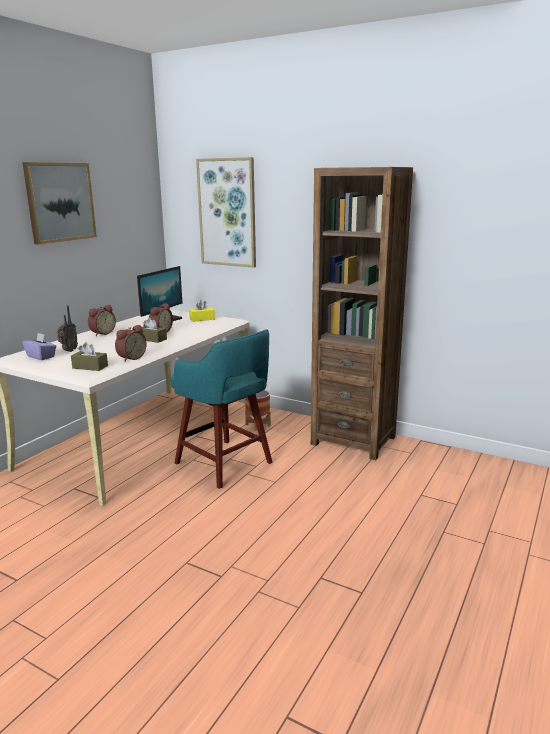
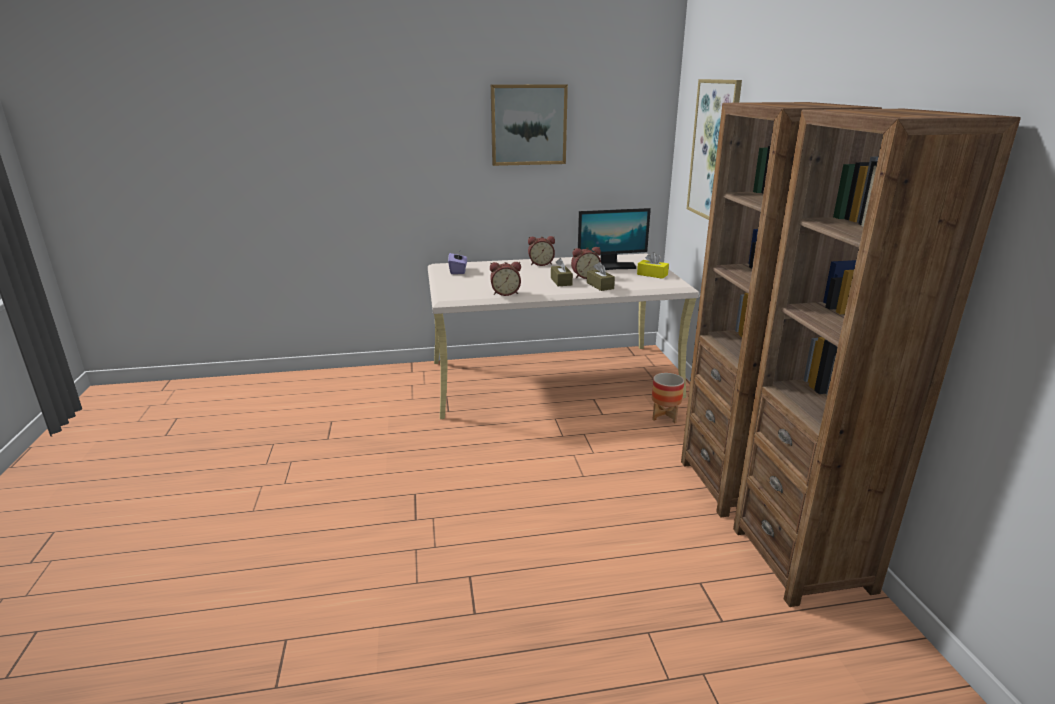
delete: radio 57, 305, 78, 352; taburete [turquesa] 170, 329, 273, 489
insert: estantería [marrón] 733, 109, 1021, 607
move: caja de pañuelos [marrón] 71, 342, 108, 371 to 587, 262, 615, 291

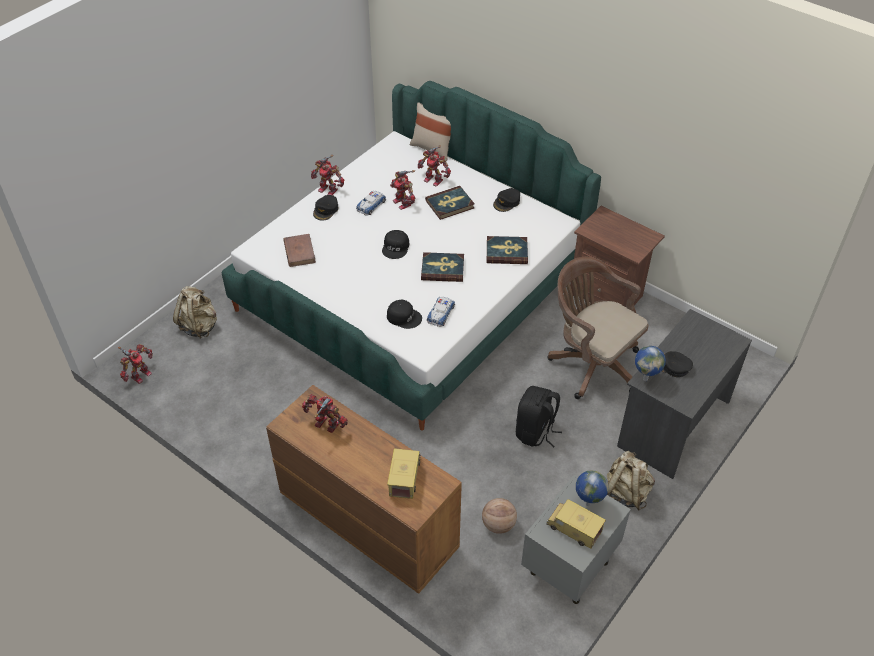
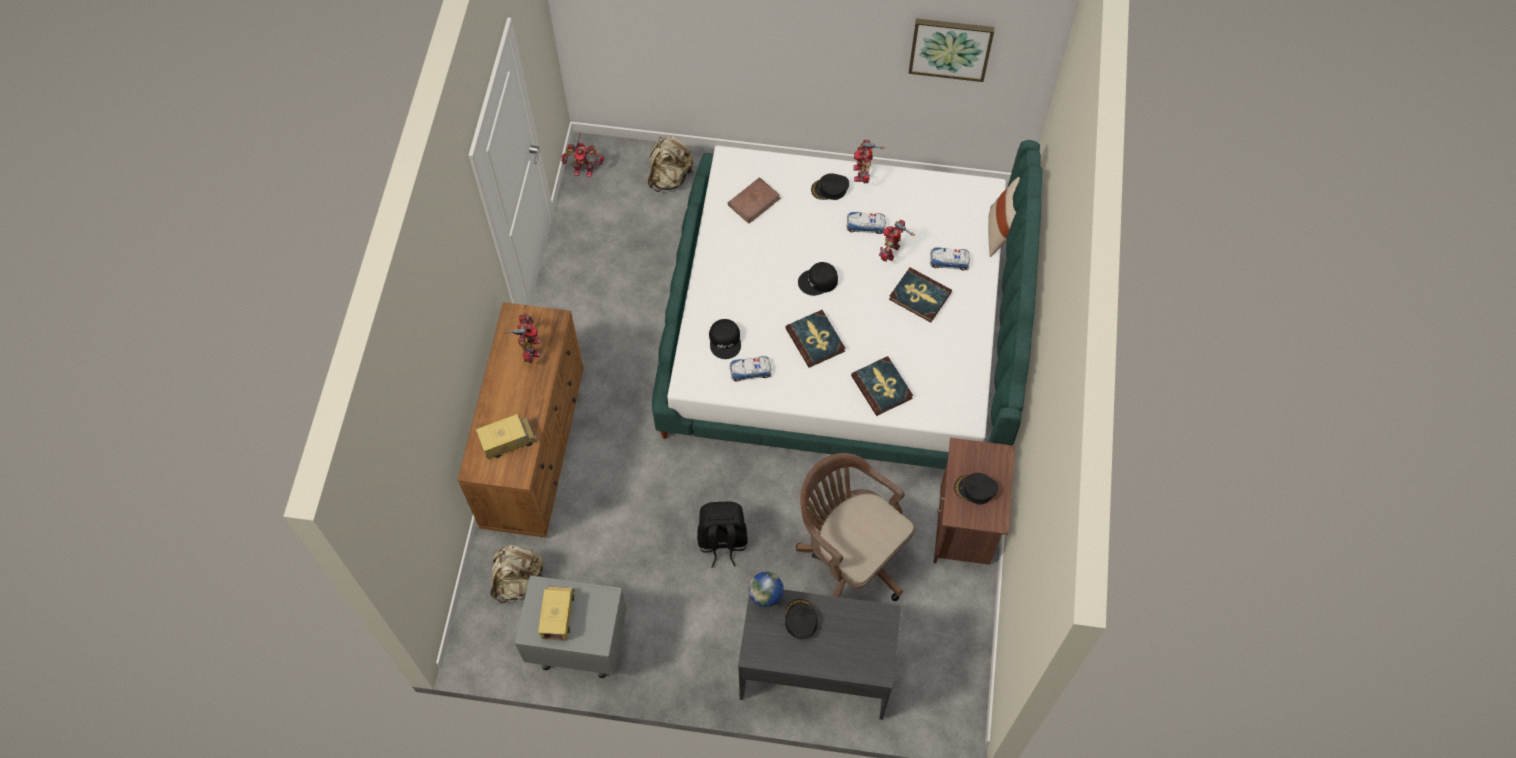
delete: globo terráqueo 576, 470, 609, 506; balón de baloncesto 482, 498, 517, 534
insert: cuadro 908, 19, 995, 82
move: gorra [negro] 493, 188, 520, 212 to 954, 473, 998, 504; mochila [beis] 607, 451, 655, 511 to 491, 545, 543, 603
replace: robot de juguete 418, 145, 451, 187 to coche de juguete 930, 247, 970, 270
rotate: silla de oficina [marrón] 547, 257, 648, 399 = 796, 453, 915, 601 60 degrees counterclockwise

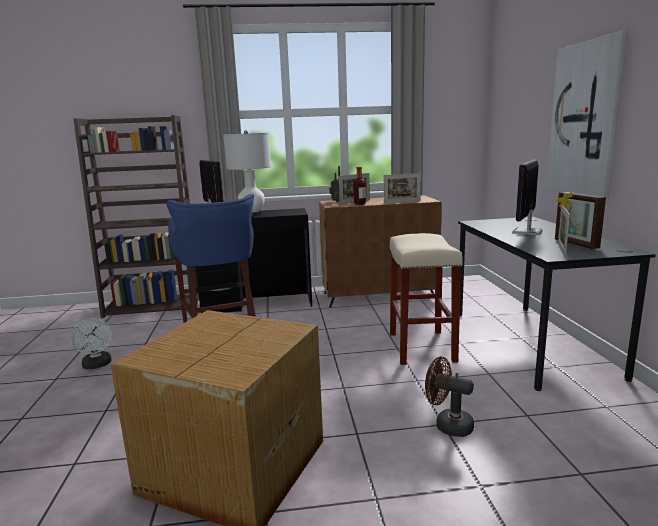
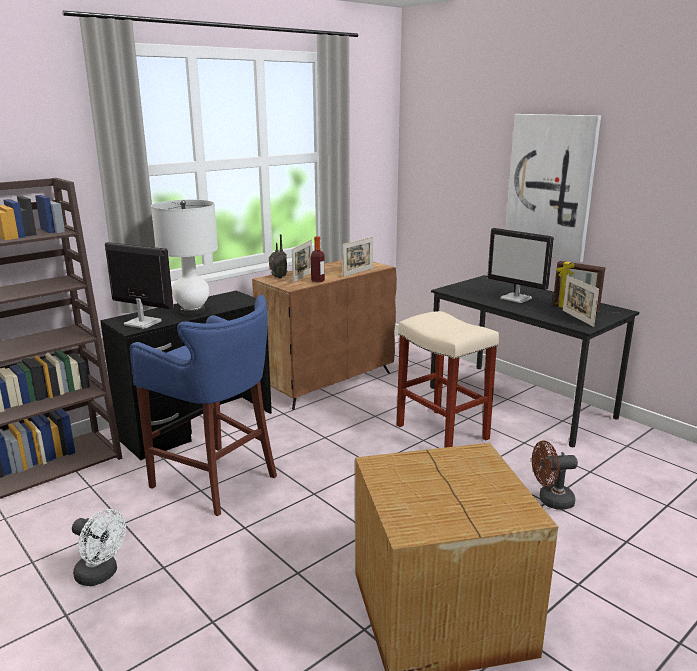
rotate: monitor 512, 160, 543, 235 = 488, 228, 554, 303 45 degrees counterclockwise

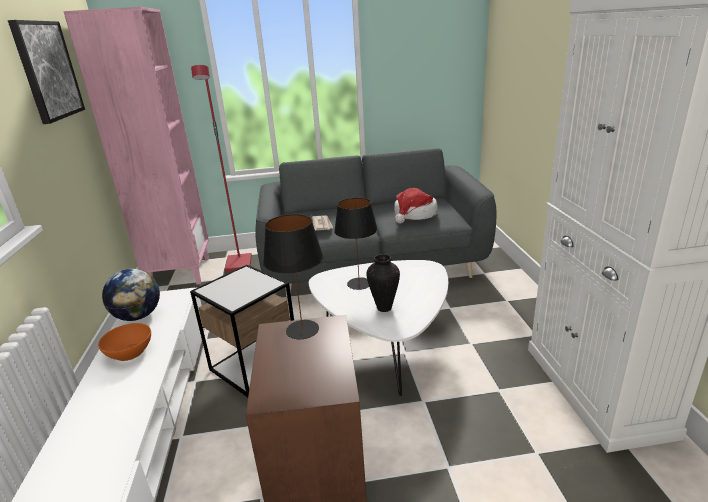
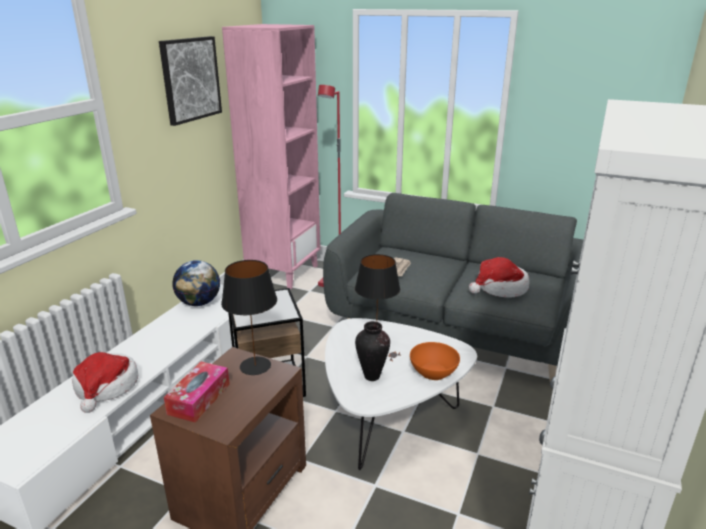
insert: sombrero 72, 352, 138, 413; caja de pañuelos 164, 362, 230, 422
move: cuenco [naranja] 98, 323, 151, 361 to 410, 342, 460, 380

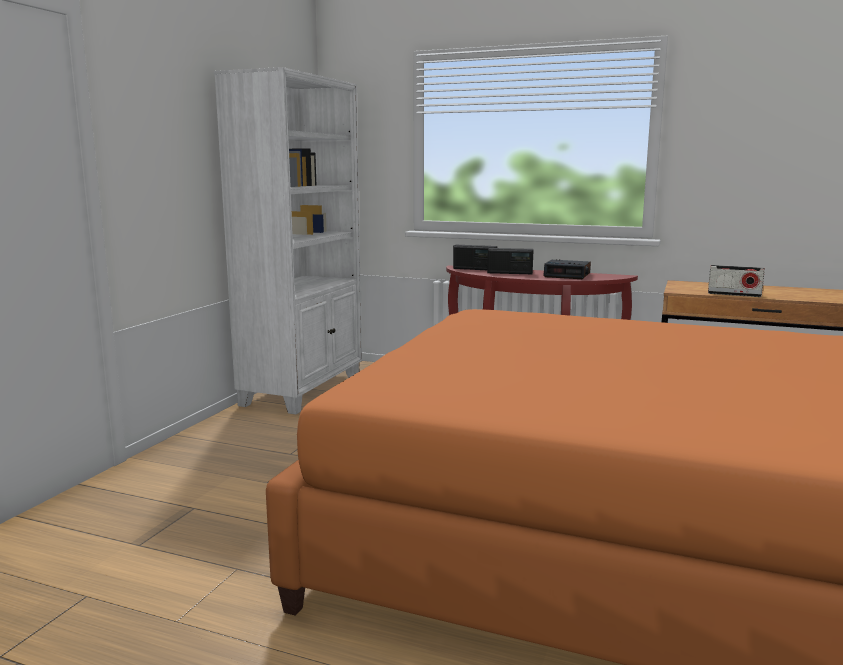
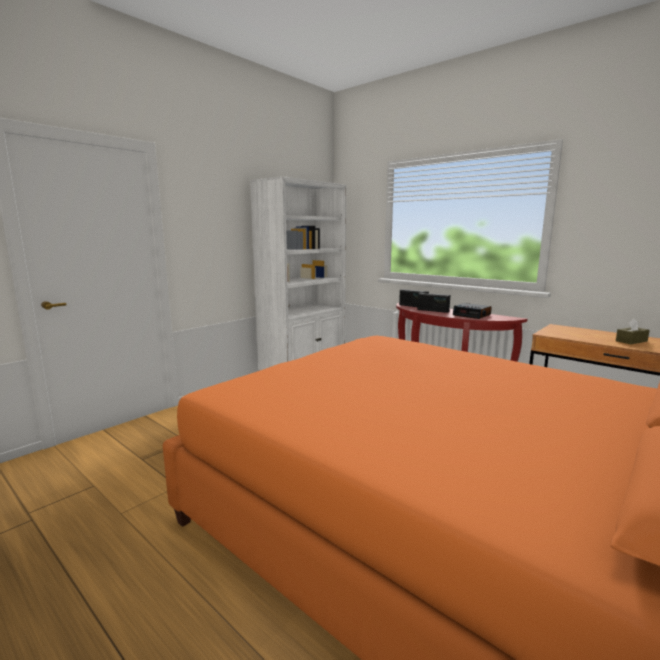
delete: radio 708, 265, 765, 297
insert: caja de pañuelos [marrón] 616, 318, 650, 344

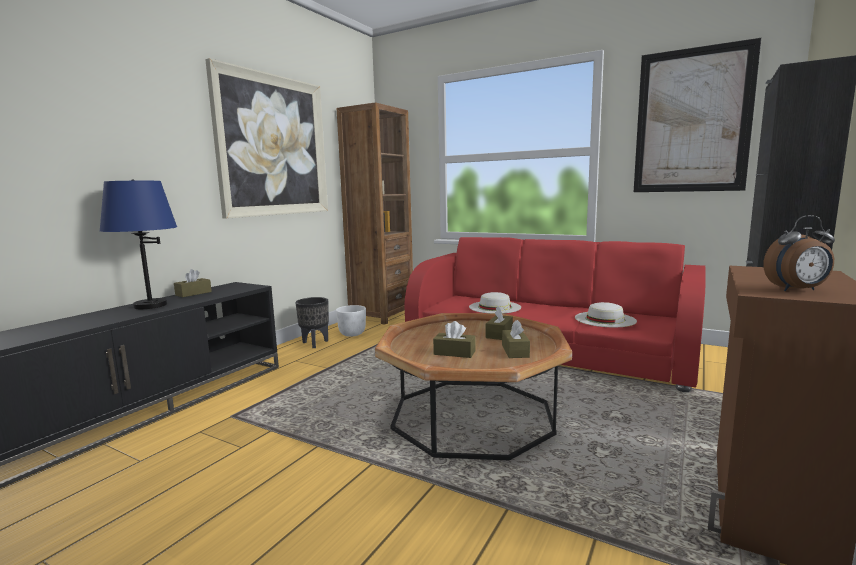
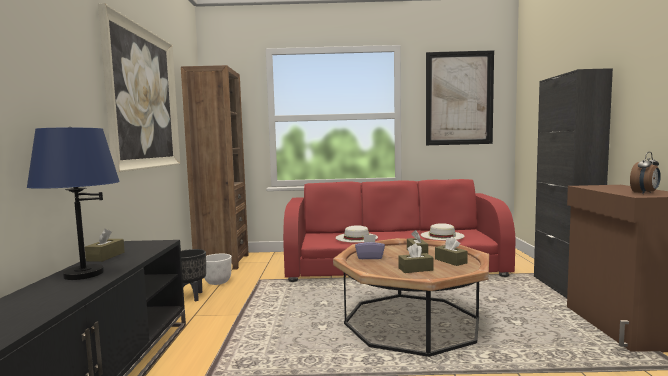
insert: caja de pañuelos [morado] 355, 235, 385, 259

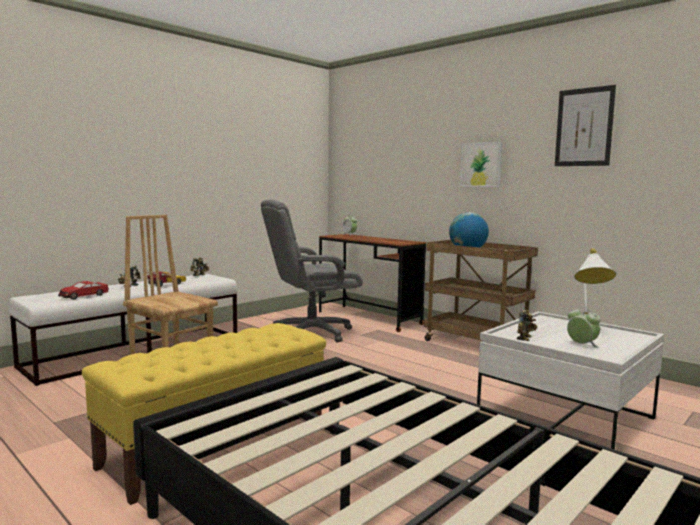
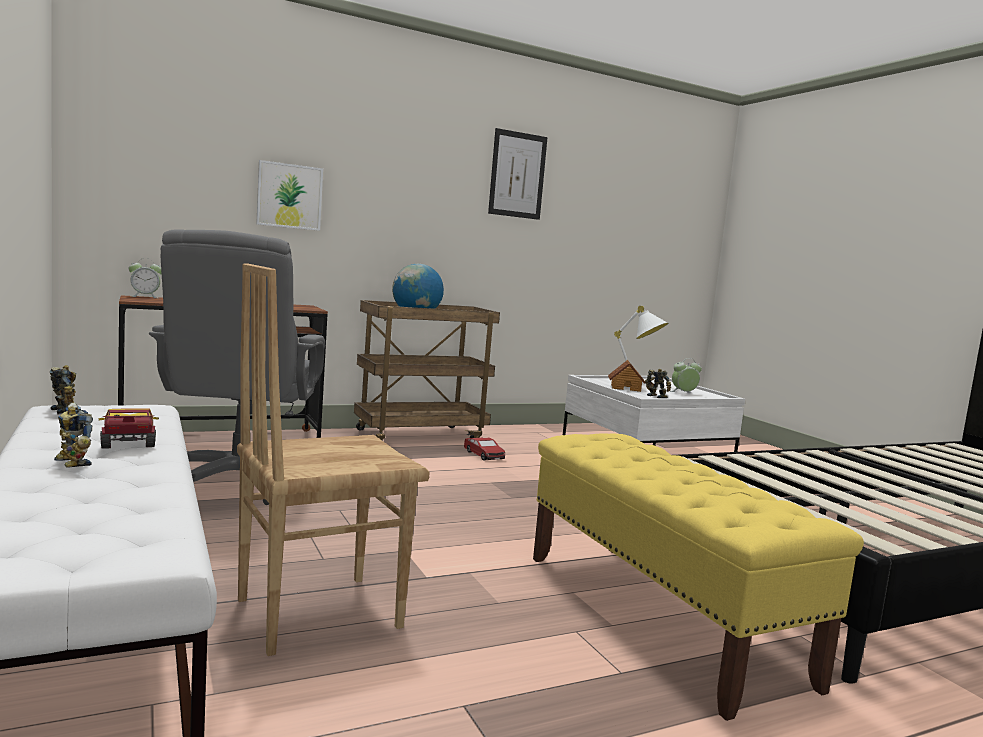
insert: casita 608, 360, 645, 392
move: cuadro 460, 142, 502, 187 to 256, 160, 323, 231; coche de juguete 58, 281, 109, 300 to 464, 438, 505, 460

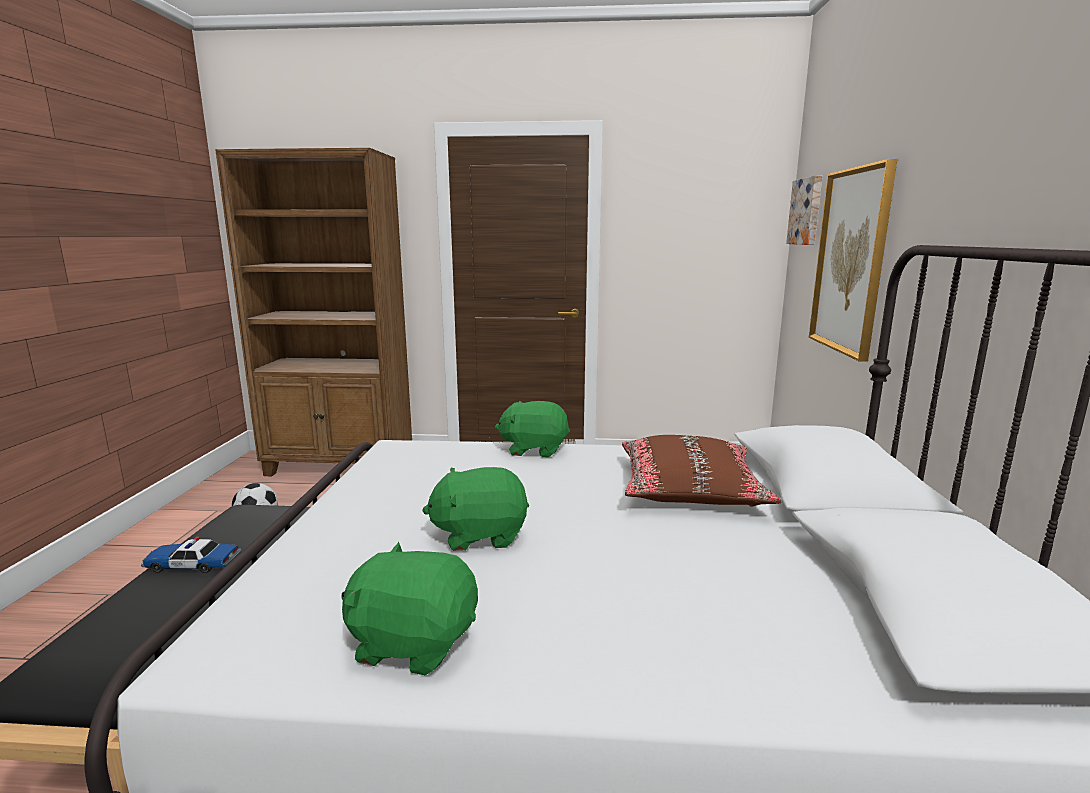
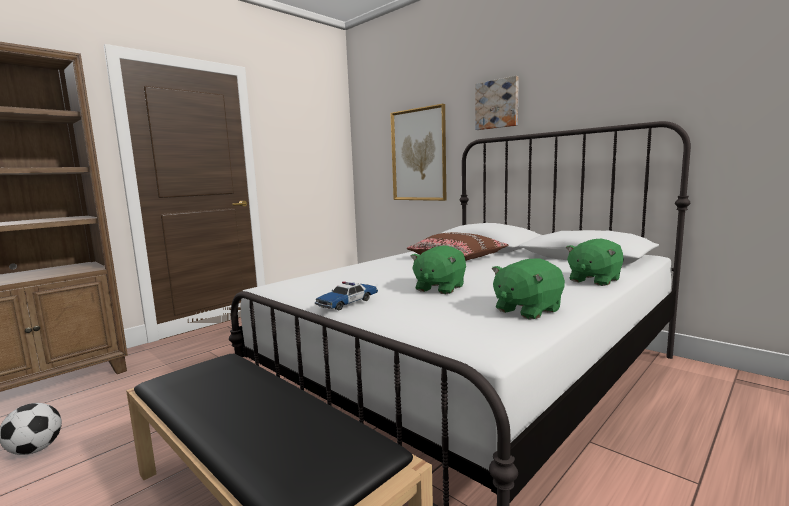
move: cuadro 786, 175, 822, 245 to 475, 76, 519, 130; peluche [verde] 495, 401, 570, 457 to 566, 239, 624, 286; coche de juguete 141, 537, 241, 573 to 315, 281, 378, 310

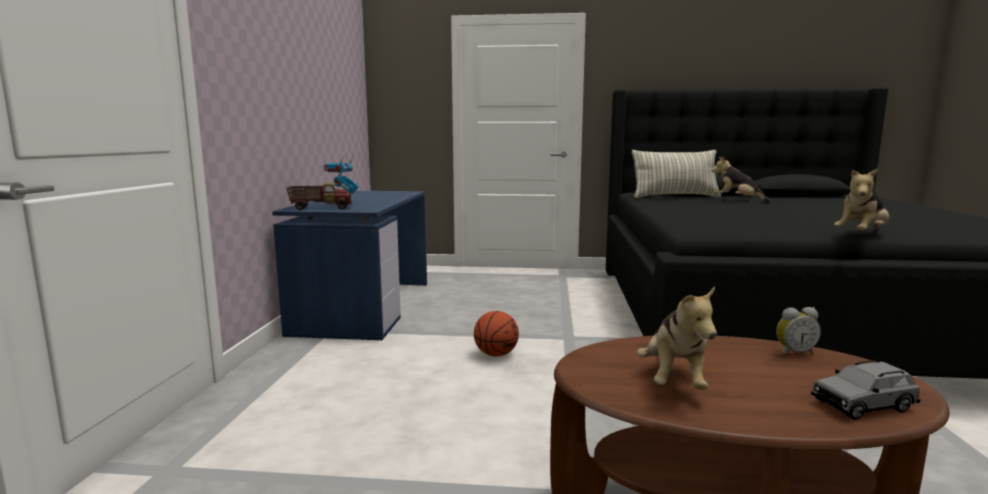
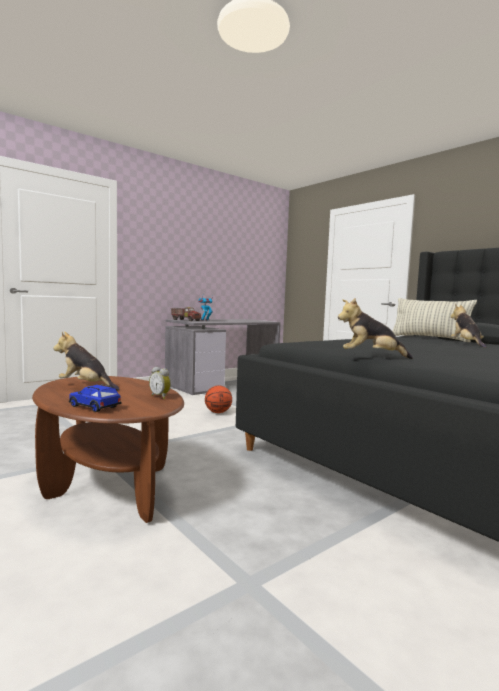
recolor: escritorio [azul] 272, 191, 427, 340 to escritorio [gris] 165, 319, 281, 395; coche de juguete [gris] 811, 360, 920, 420 to coche de juguete [azul] 69, 384, 122, 412
rotate: peluche 637, 287, 717, 390 = 53, 332, 119, 391 60 degrees clockwise

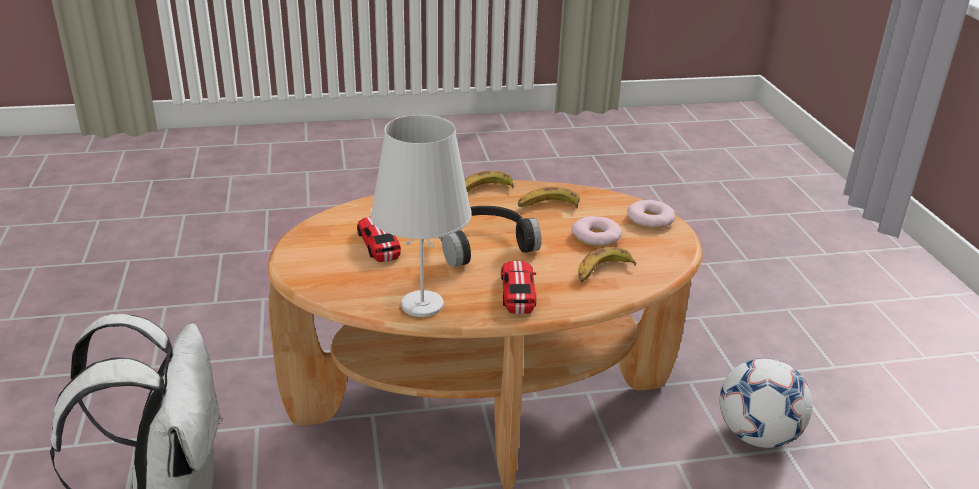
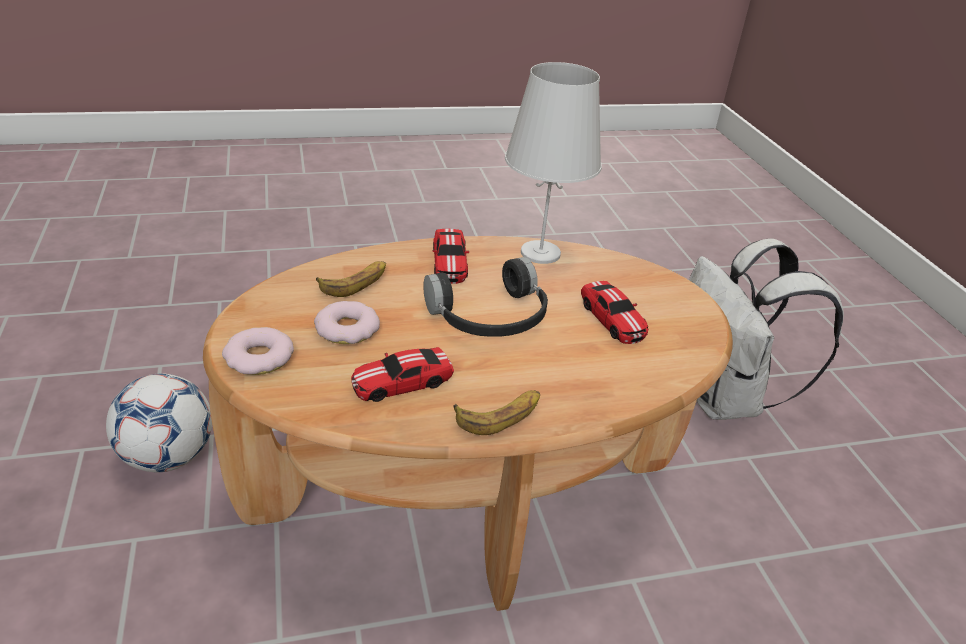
replace: plátano 518, 187, 580, 208 to coche de juguete 351, 347, 454, 402

